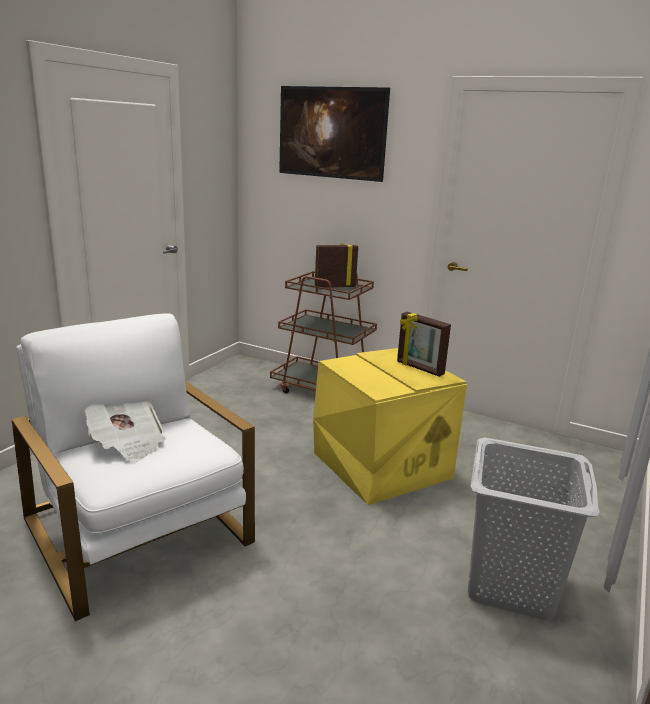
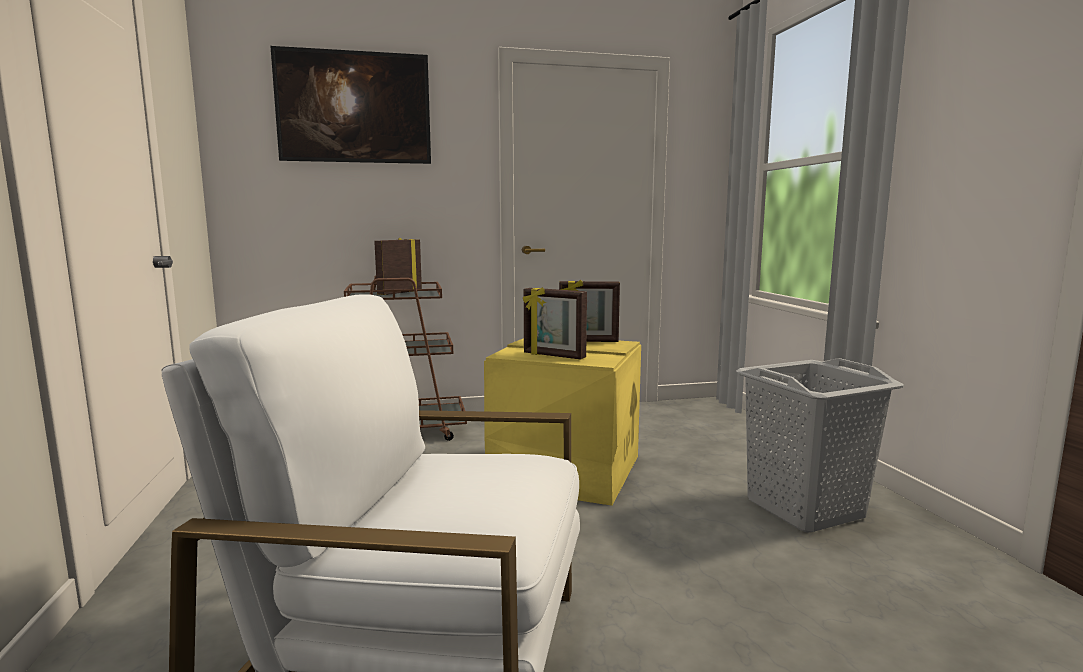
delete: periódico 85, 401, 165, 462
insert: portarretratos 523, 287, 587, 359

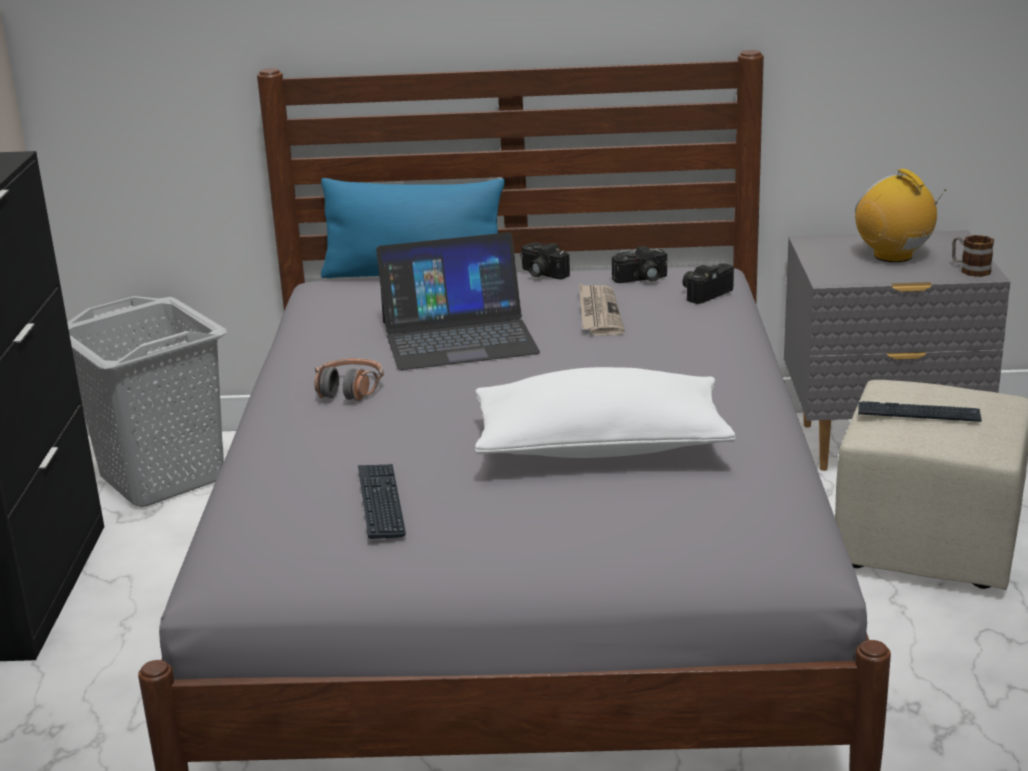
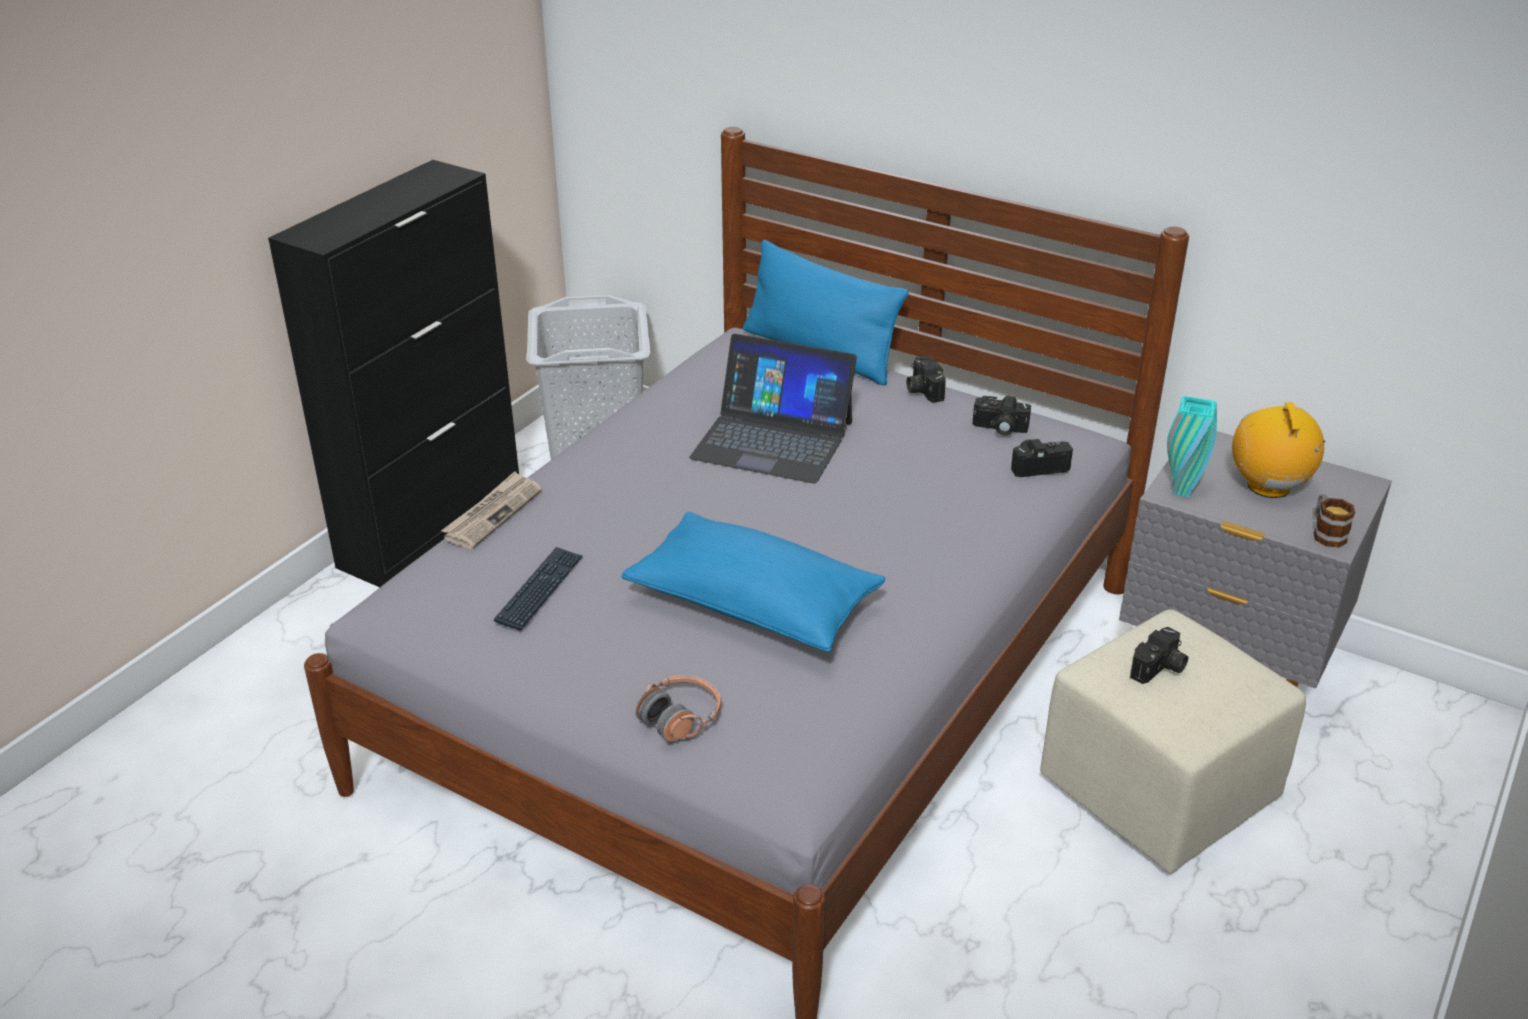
insert: florero [turquesa] 1167, 396, 1217, 497
move: periódico 579, 284, 625, 335 to 441, 471, 542, 549; auriculares 314, 358, 384, 401 to 635, 675, 721, 742
replace: teclado 858, 401, 982, 422 to cámara 1130, 627, 1188, 684
recolor: cojín [blanco] 475, 367, 736, 458 to cojín [azul] 622, 512, 886, 653

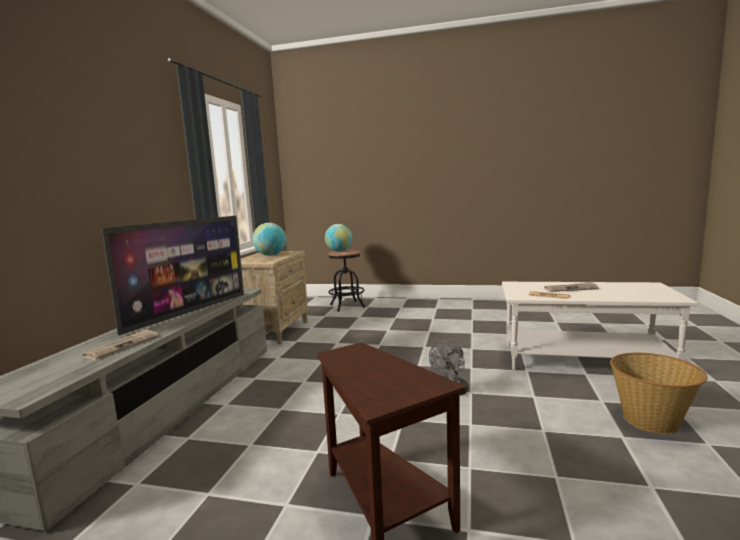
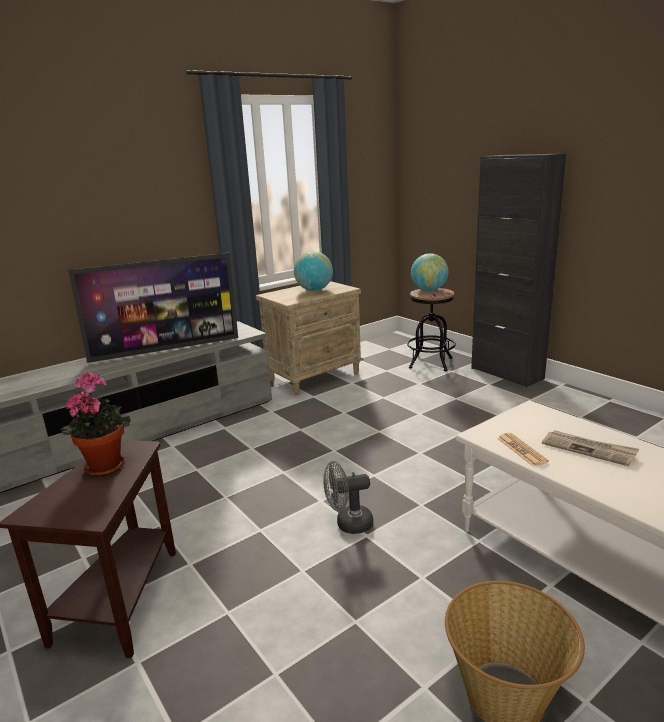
delete: periódico 83, 328, 158, 360
insert: armario [negro] 471, 153, 566, 387; planta en maceta 60, 372, 131, 476

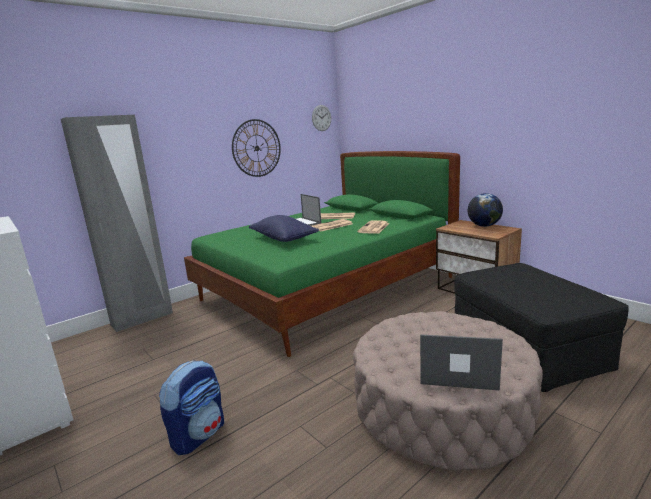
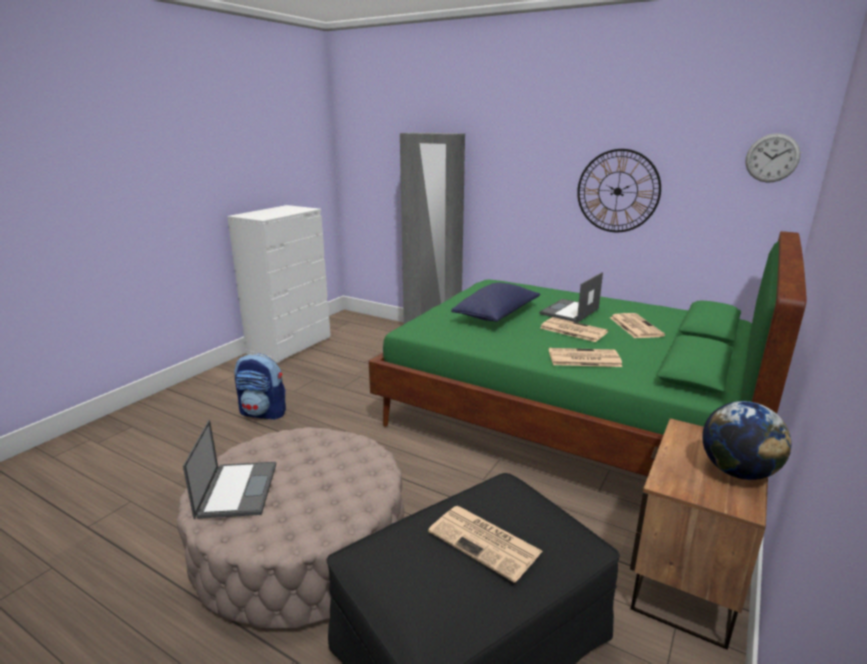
insert: periódico 428, 506, 543, 583

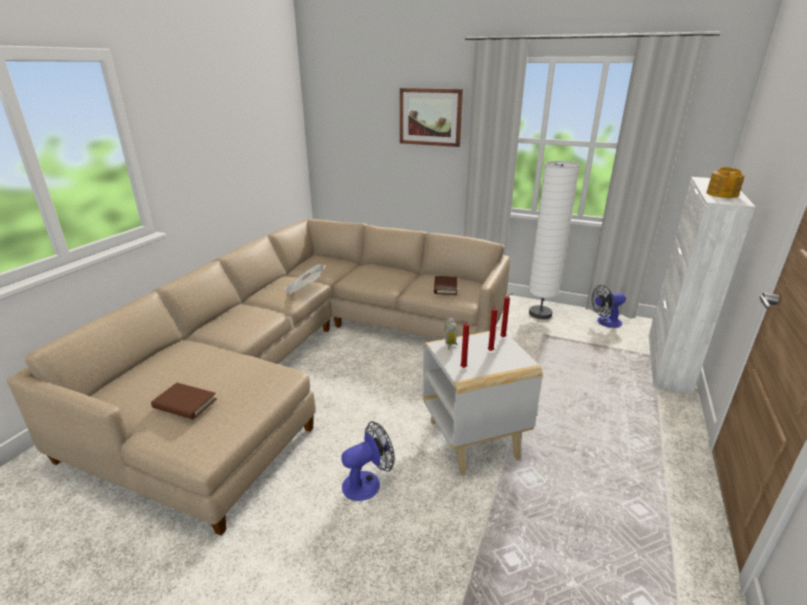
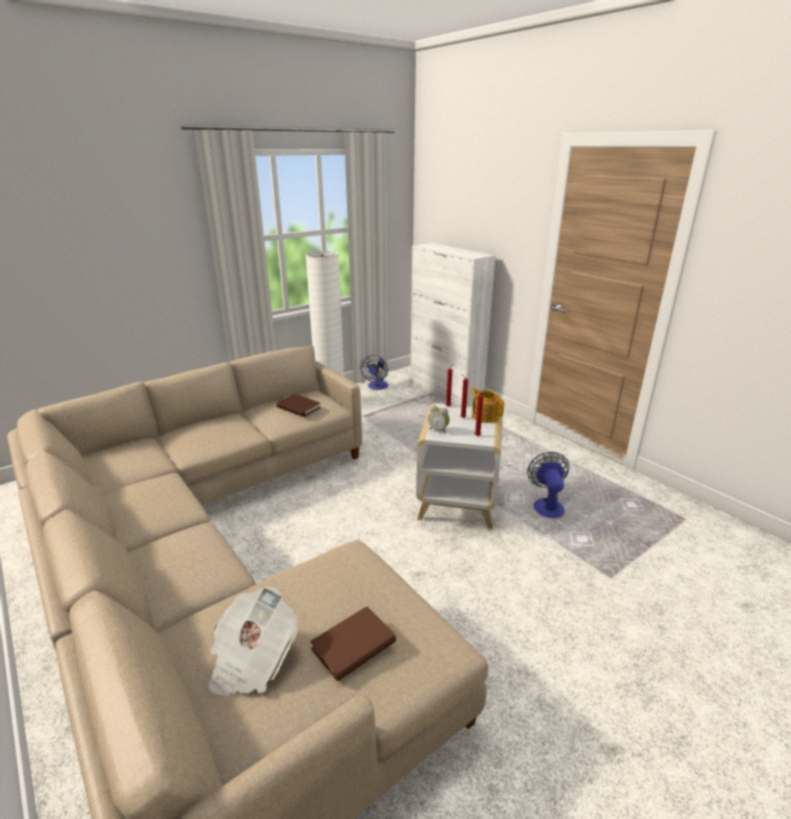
delete: cuadro 400, 88, 463, 147
move: tetera 706, 166, 745, 198 to 470, 388, 504, 423; periódico 284, 264, 325, 295 to 208, 586, 298, 695; ventilador 342, 421, 395, 501 to 527, 452, 569, 518

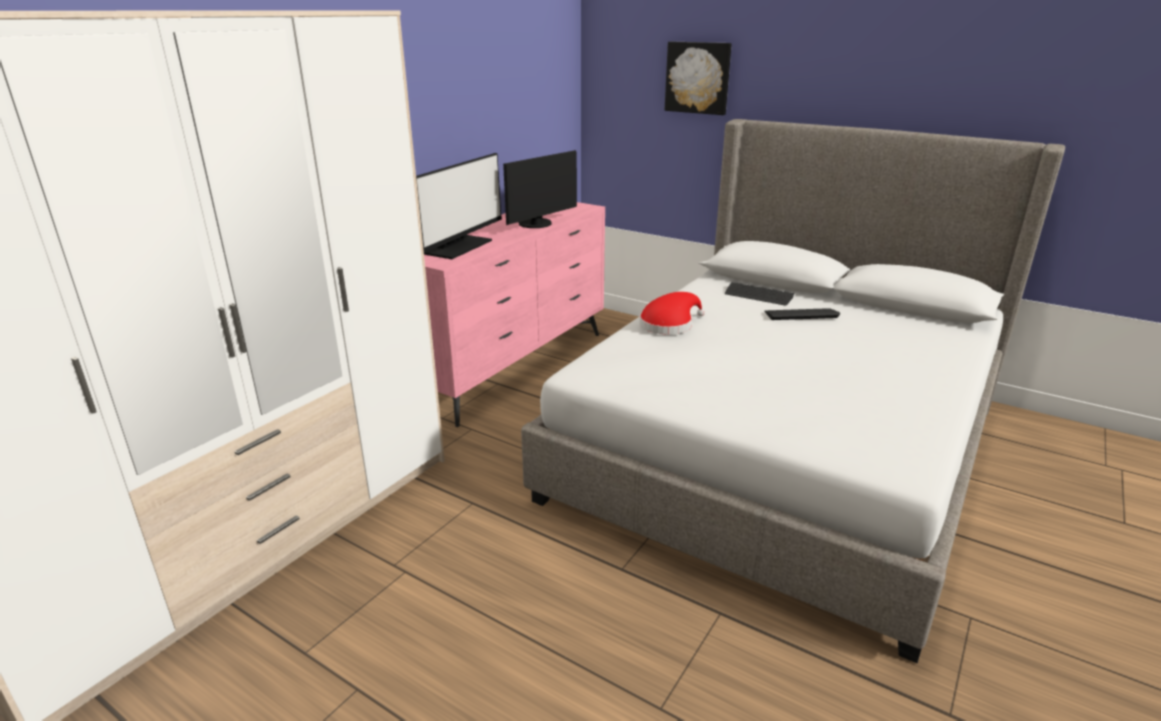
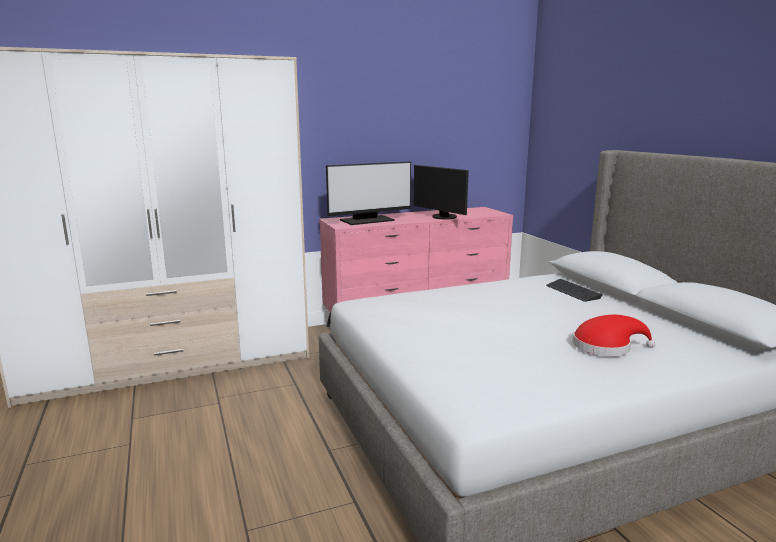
delete: cuadro 665, 42, 732, 115; teclado 764, 308, 840, 320
move: sombrero [rojo] 640, 292, 705, 335 to 573, 315, 655, 356
rotate: monitor 503, 150, 577, 228 = 414, 165, 469, 219 60 degrees clockwise

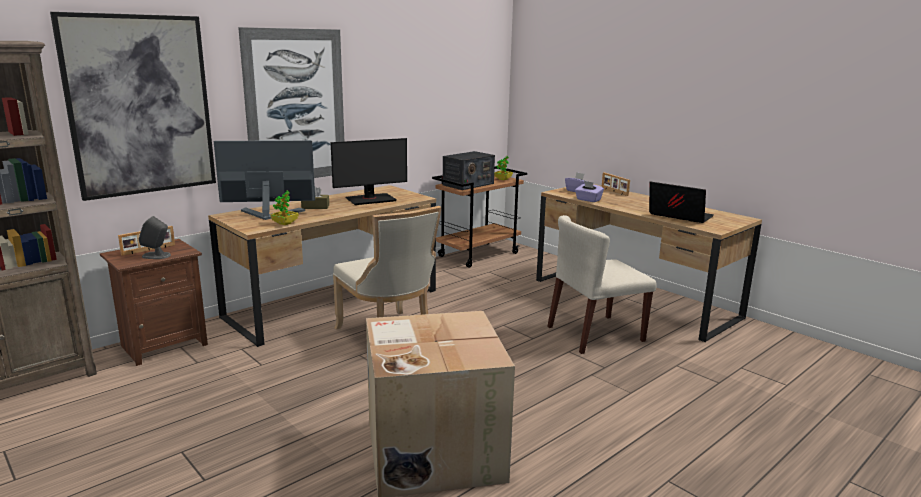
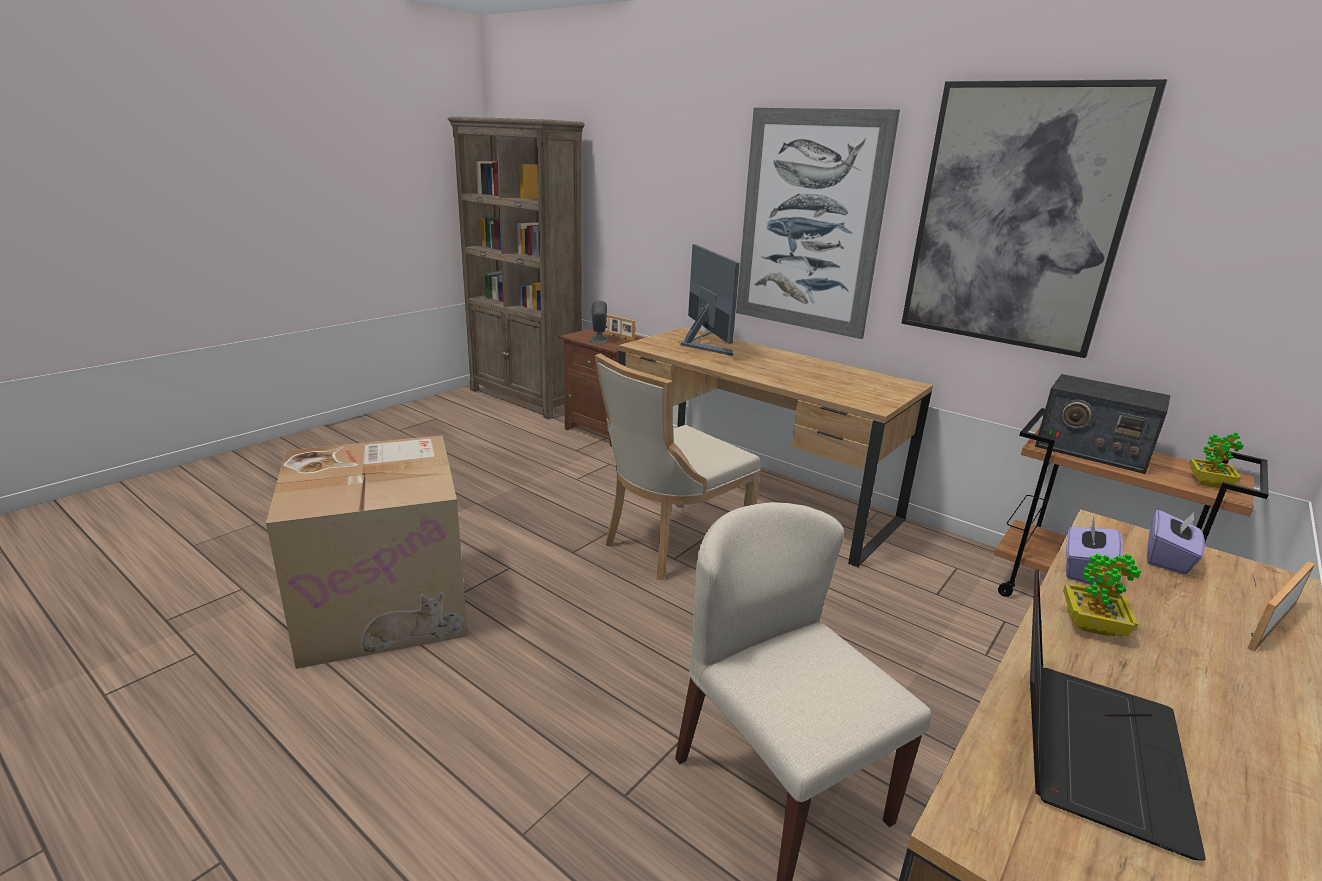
delete: monitor 331, 138, 407, 205; caja de pañuelos [marrón] 301, 187, 329, 209
move: cuadro 50, 12, 216, 201 to 901, 79, 1167, 358; planta en maceta 270, 191, 299, 225 to 1063, 554, 1141, 637

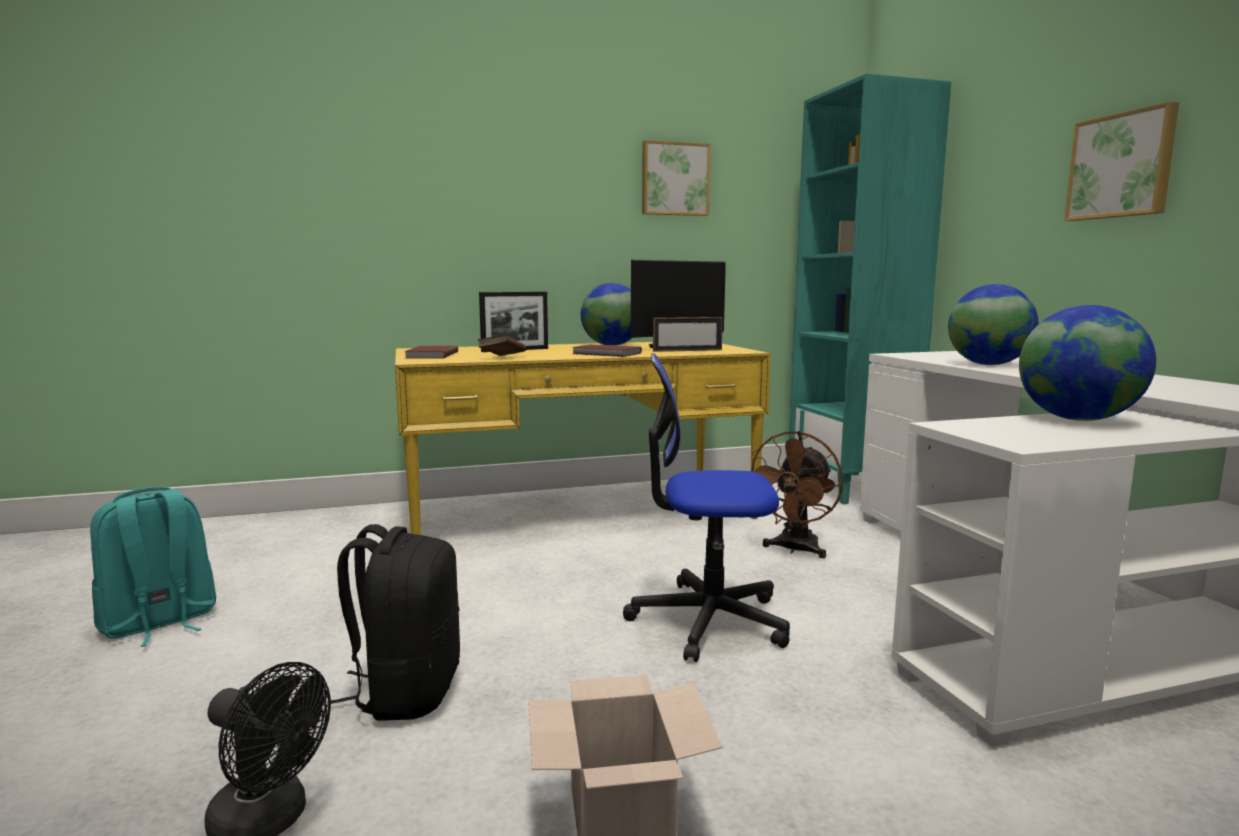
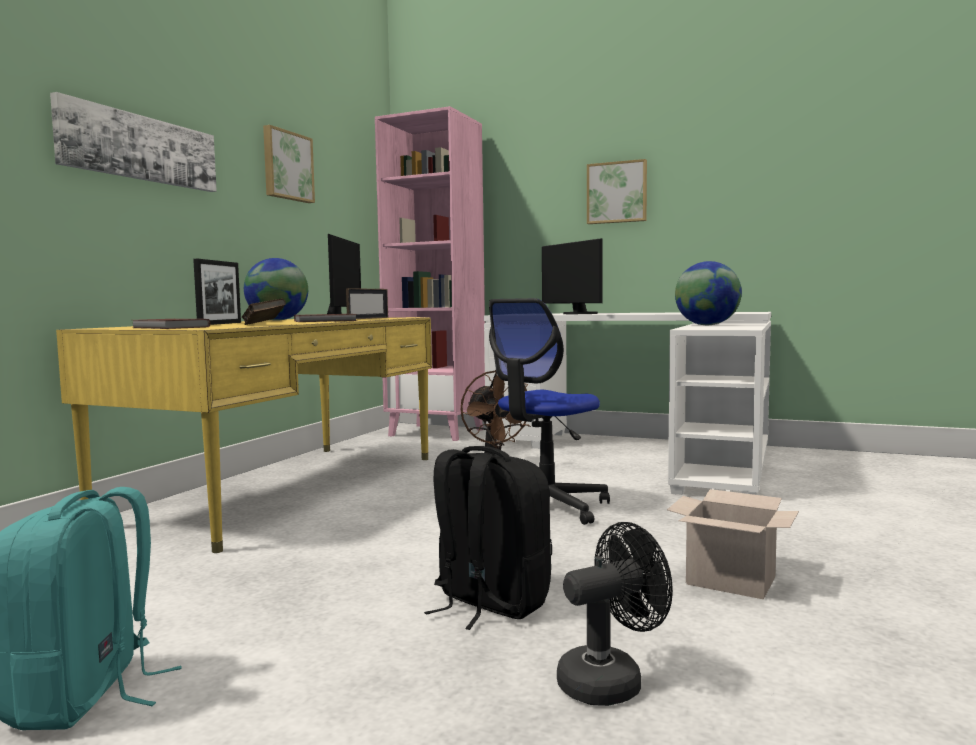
insert: cuadro 50, 92, 217, 192
replace: globo terráqueo 948, 284, 1038, 365 to monitor 542, 238, 603, 314
recolor: estantería [turquesa] 789, 74, 951, 504 to estantería [rosa] 375, 106, 485, 441

